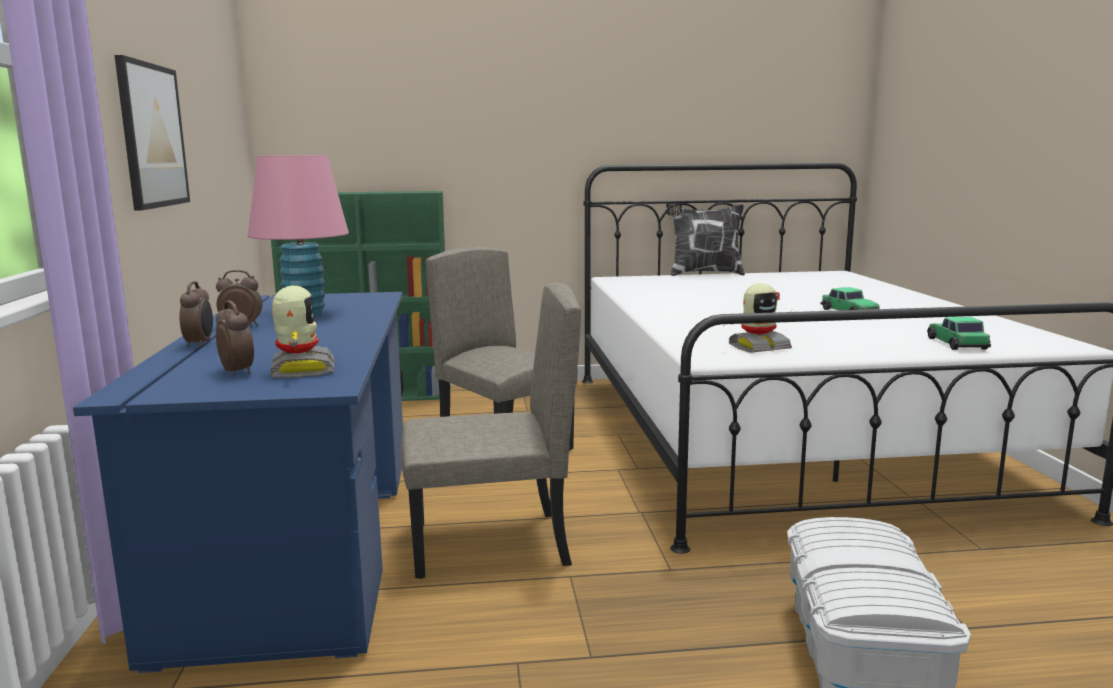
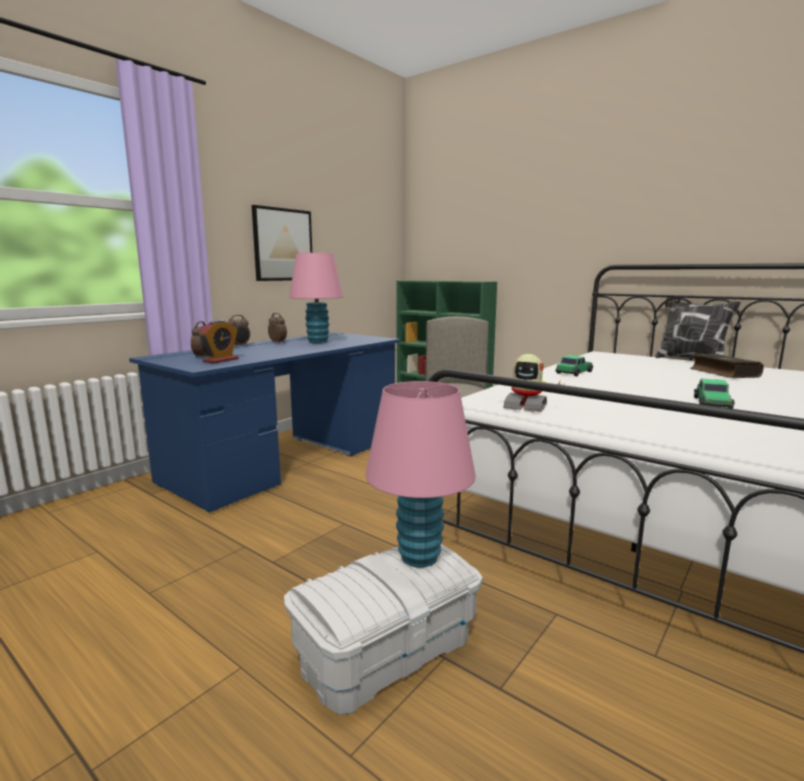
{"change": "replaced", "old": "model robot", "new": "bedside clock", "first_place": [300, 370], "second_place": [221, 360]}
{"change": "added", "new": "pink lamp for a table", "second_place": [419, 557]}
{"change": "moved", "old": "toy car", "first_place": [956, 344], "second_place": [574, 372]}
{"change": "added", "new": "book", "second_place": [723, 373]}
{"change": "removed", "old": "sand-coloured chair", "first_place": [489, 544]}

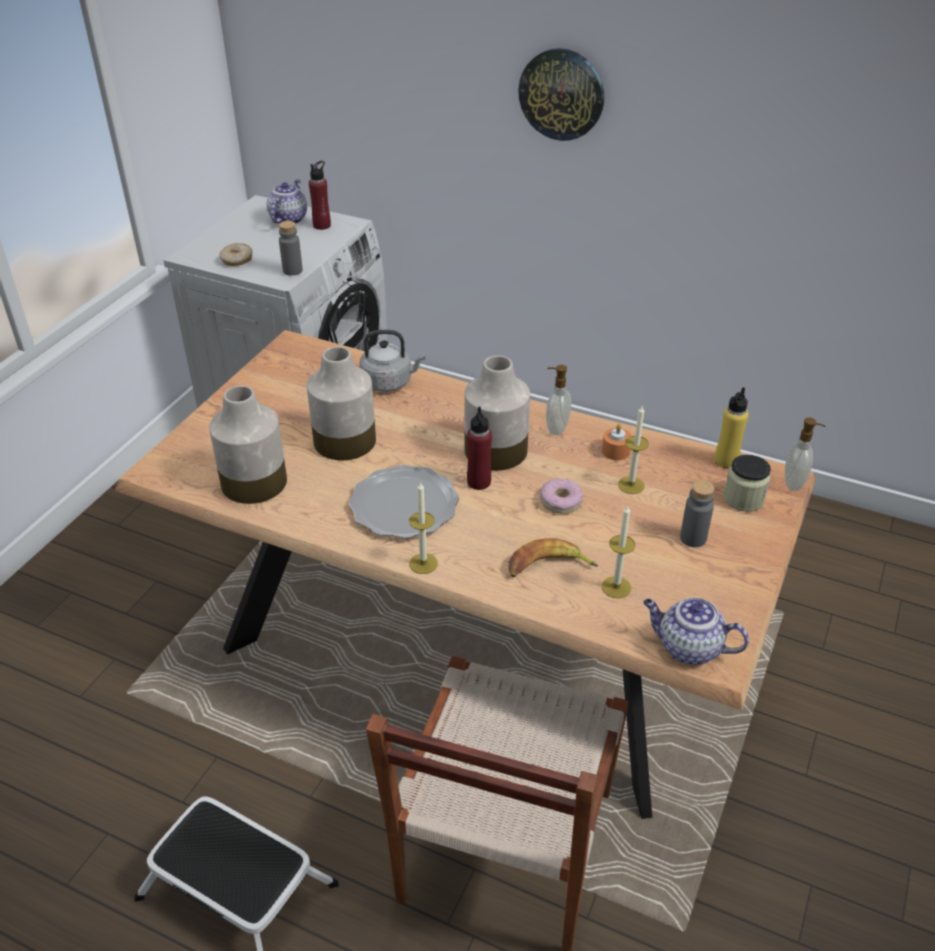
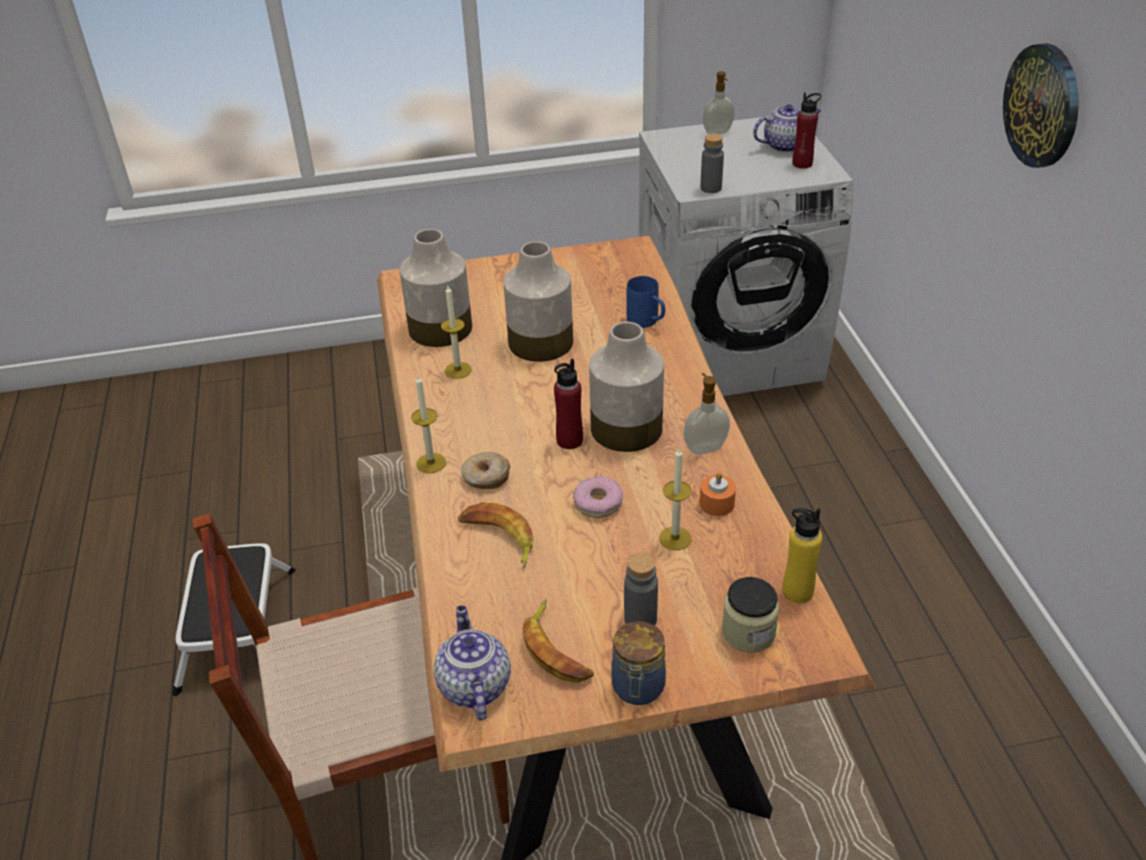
{"change": "moved", "old": "candle", "first_place": [616, 587], "second_place": [458, 370]}
{"change": "moved", "old": "ring doughnut", "first_place": [237, 260], "second_place": [486, 477]}
{"change": "added", "new": "banana", "second_place": [557, 649]}
{"change": "added", "new": "preserve jar", "second_place": [637, 688]}
{"change": "replaced", "old": "grey kettle", "new": "bluish tea mug", "first_place": [389, 382], "second_place": [647, 322]}
{"change": "moved", "old": "liquid soap bottle", "first_place": [794, 483], "second_place": [718, 133]}
{"change": "removed", "old": "flat dish", "first_place": [405, 506]}

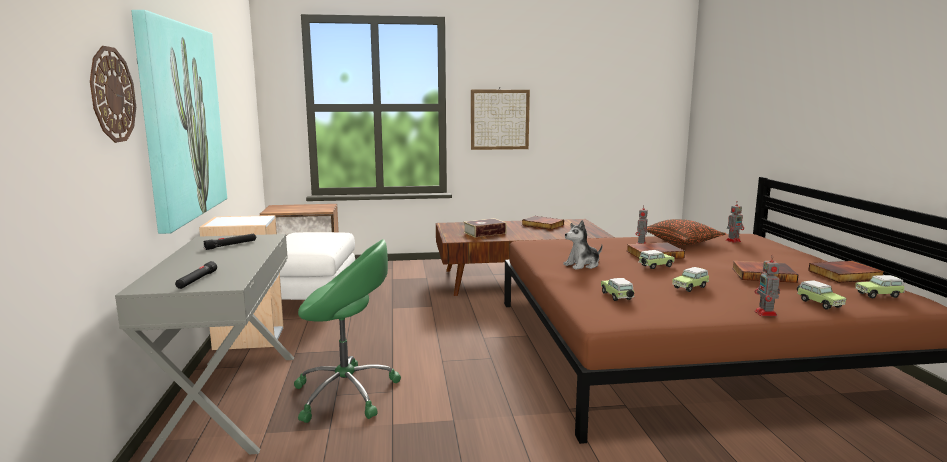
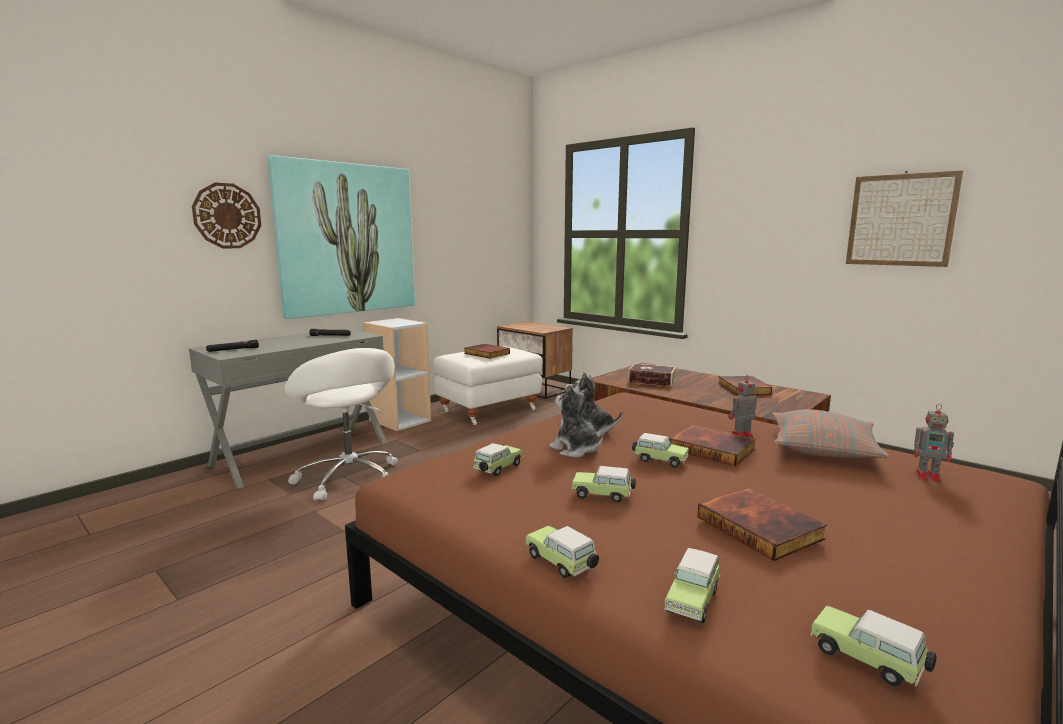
{"change": "recoloured", "old": "greenish office chair", "new": "whitish office chair", "first_place": [348, 393], "second_place": [349, 479]}
{"change": "moved", "old": "book", "first_place": [845, 275], "second_place": [486, 353]}
{"change": "replaced", "old": "model robot", "new": "toy car", "first_place": [766, 314], "second_place": [562, 563]}
{"change": "added", "new": "soft toy", "second_place": [575, 450]}
{"change": "recoloured", "old": "brownish throw pillow", "new": "grey throw pillow", "first_place": [681, 242], "second_place": [823, 450]}
{"change": "moved", "old": "wall art", "first_place": [499, 118], "second_place": [901, 218]}

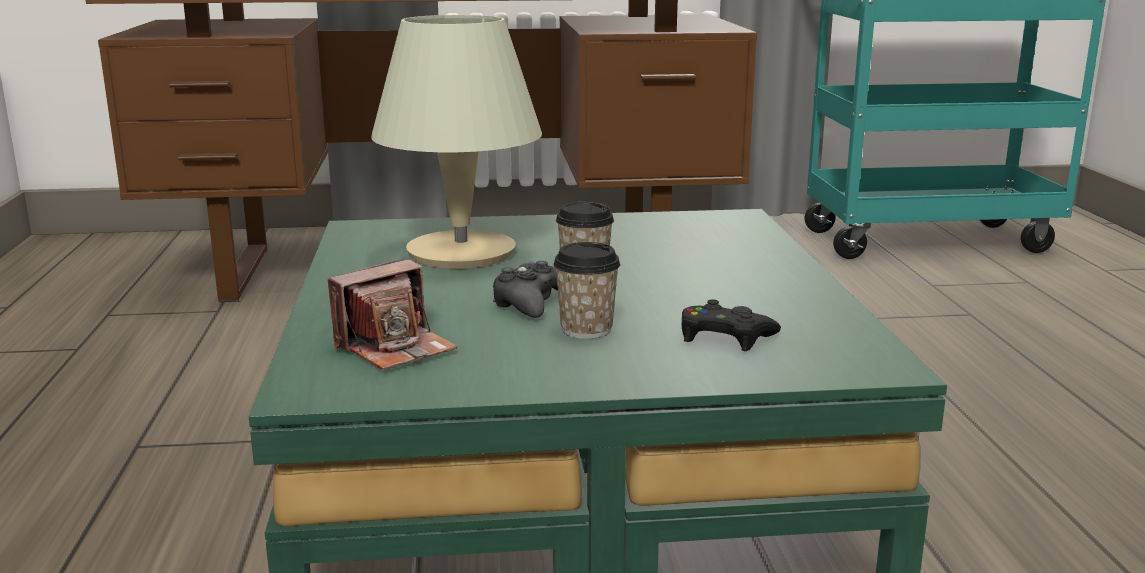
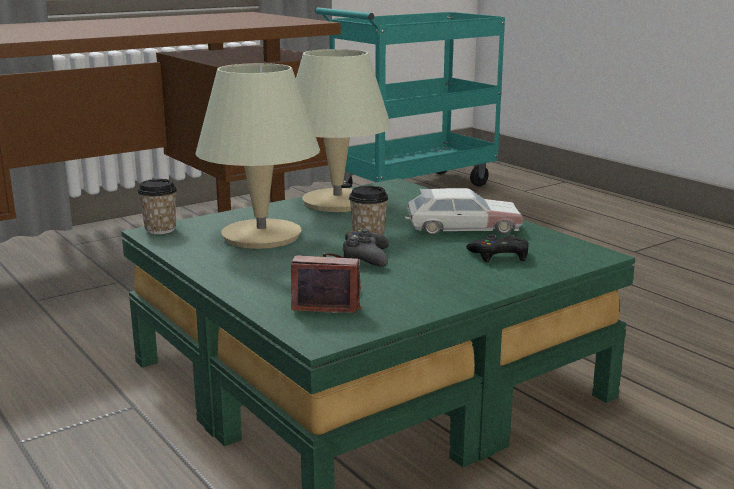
{"change": "moved", "old": "small cup", "first_place": [586, 329], "second_place": [160, 229]}
{"change": "turned", "old": "photo camera", "first_place": [395, 347], "second_place": [328, 301], "degrees": -105}
{"change": "added", "new": "sand-coloured lamp for a table", "second_place": [336, 202]}
{"change": "added", "new": "toy car", "second_place": [462, 227]}

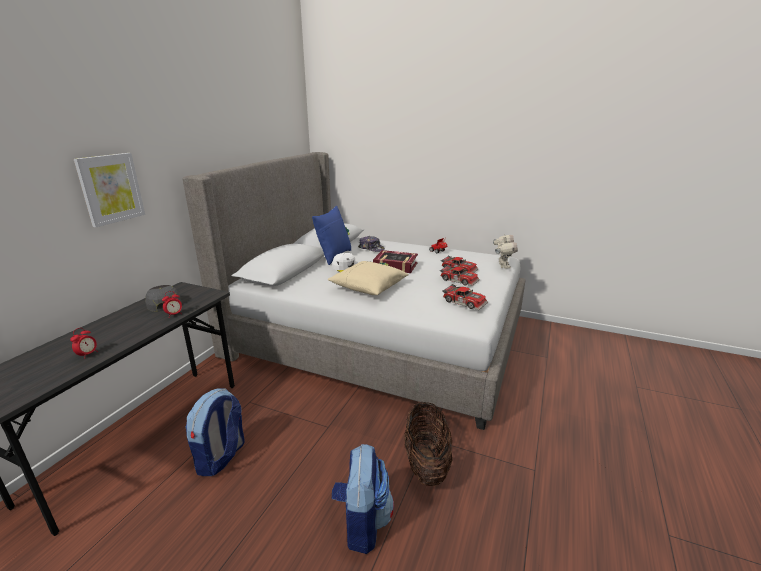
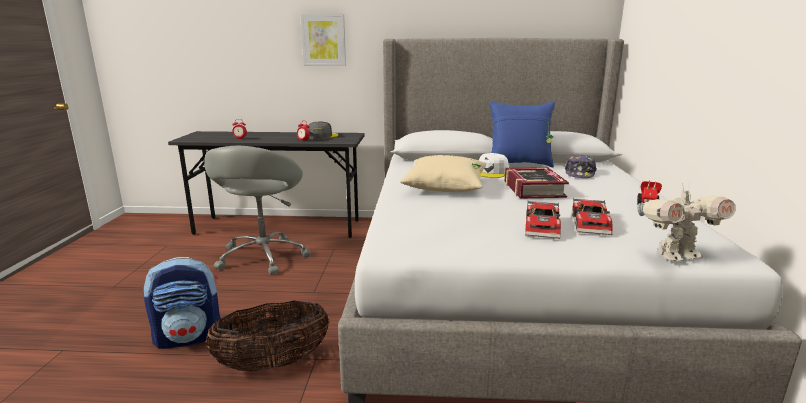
{"change": "replaced", "old": "backpack", "new": "grey office chair", "first_place": [221, 457], "second_place": [262, 258]}
{"change": "removed", "old": "toy car", "first_place": [465, 301]}

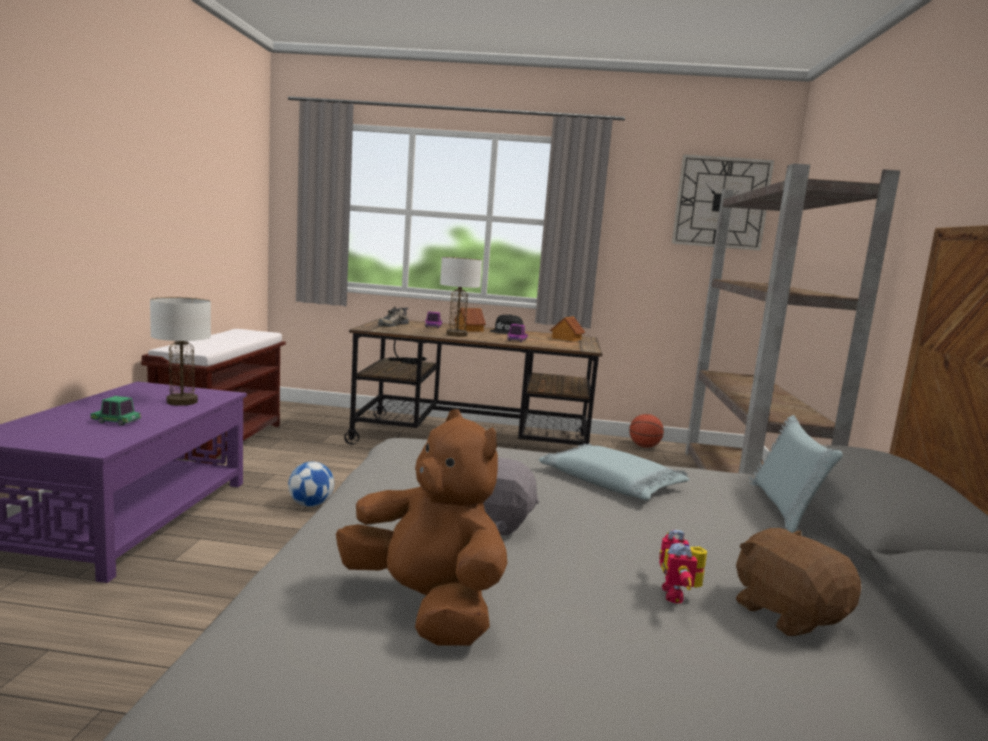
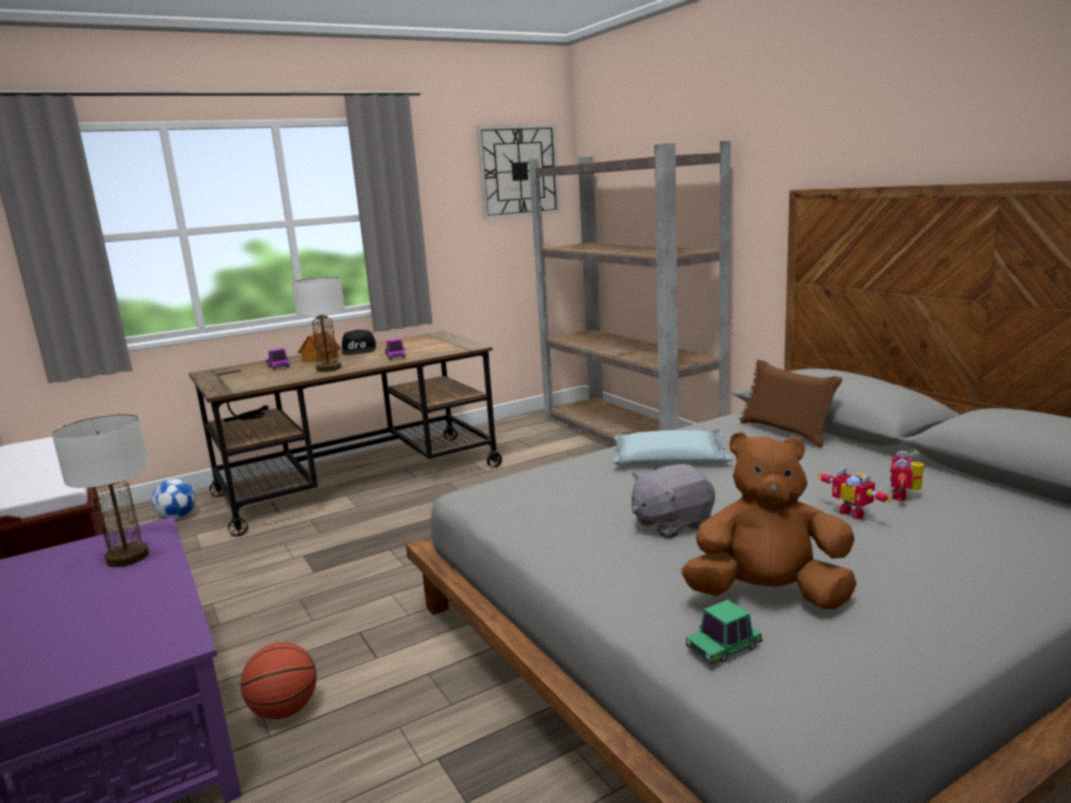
{"change": "moved", "old": "ball for football", "first_place": [311, 504], "second_place": [178, 517]}
{"change": "moved", "old": "basketball", "first_place": [644, 446], "second_place": [285, 710]}
{"change": "moved", "old": "toy car", "first_place": [116, 421], "second_place": [724, 648]}
{"change": "recoloured", "old": "bluish throw pillow", "new": "brownish throw pillow", "first_place": [784, 508], "second_place": [786, 432]}
{"change": "replaced", "old": "brownish soft toy", "new": "model robot", "first_place": [787, 614], "second_place": [904, 496]}
{"change": "removed", "old": "low shoe", "first_place": [392, 324]}
{"change": "removed", "old": "model house", "first_place": [566, 339]}

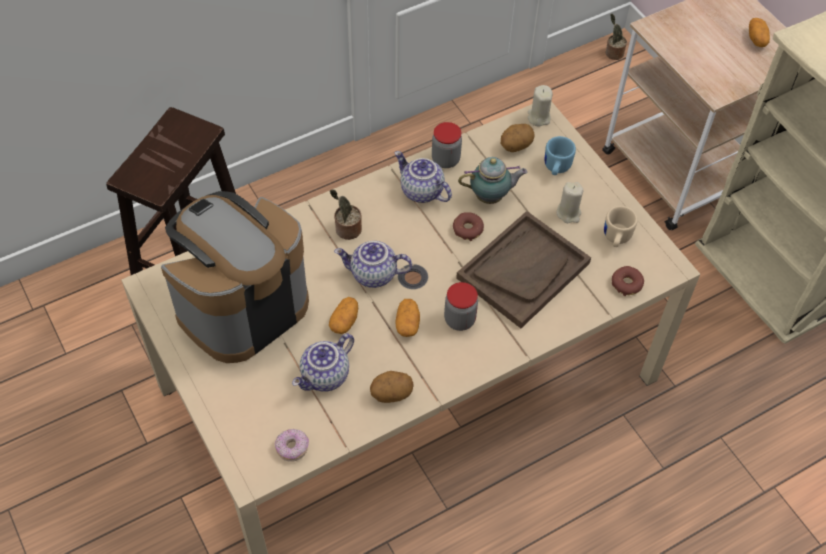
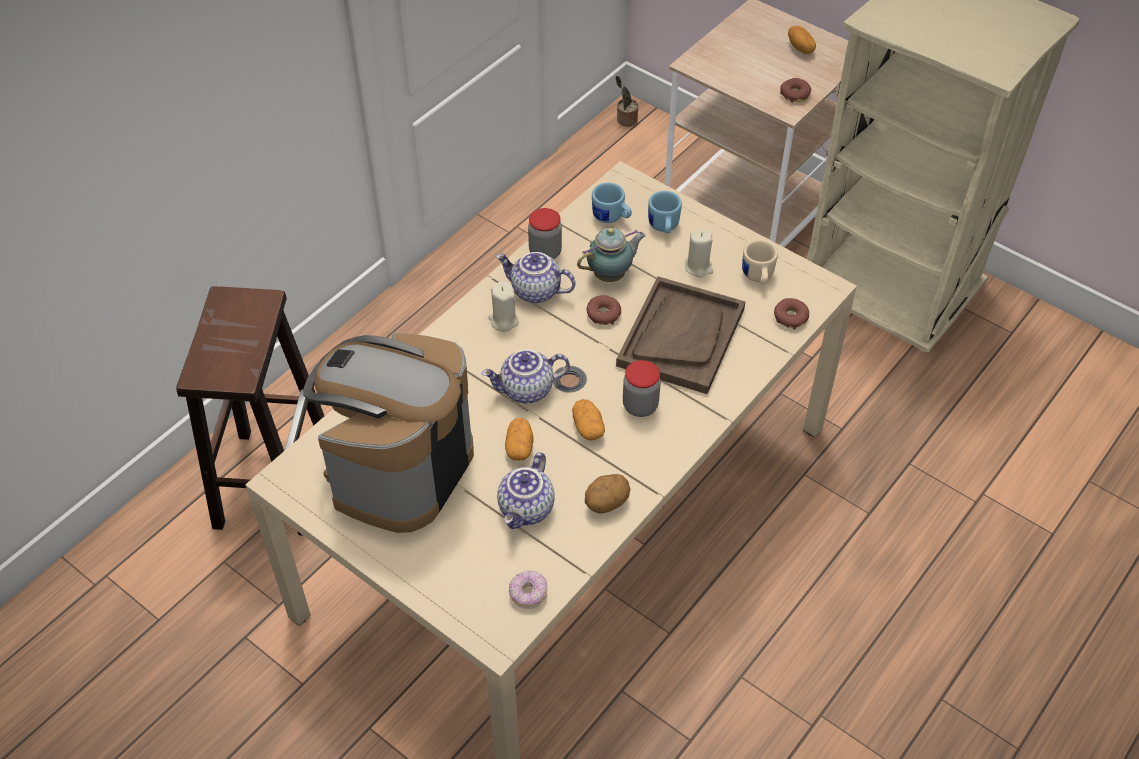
{"change": "moved", "old": "sand-coloured candle", "first_place": [538, 117], "second_place": [503, 321]}
{"change": "replaced", "old": "spud", "new": "bluish tea mug", "first_place": [515, 146], "second_place": [611, 218]}
{"change": "added", "new": "ring doughnut", "second_place": [795, 94]}
{"change": "removed", "old": "potted plant", "first_place": [346, 230]}

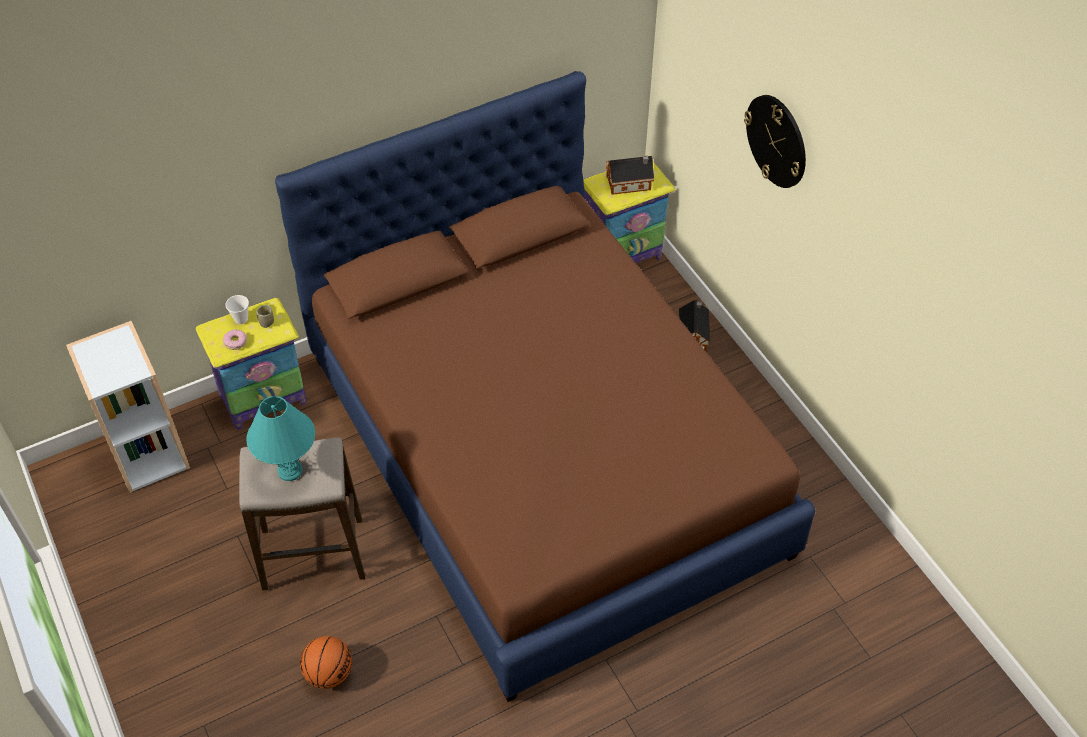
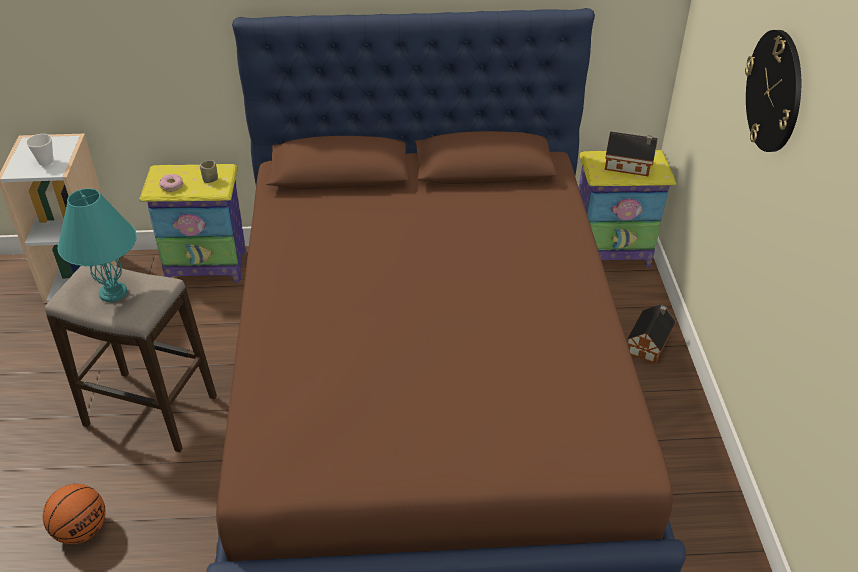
{"change": "moved", "old": "small cup", "first_place": [241, 319], "second_place": [46, 161]}

